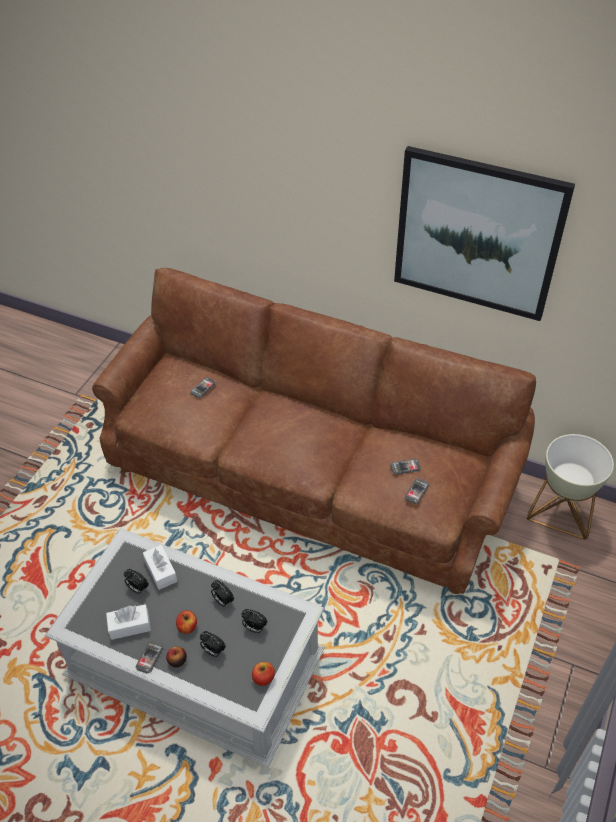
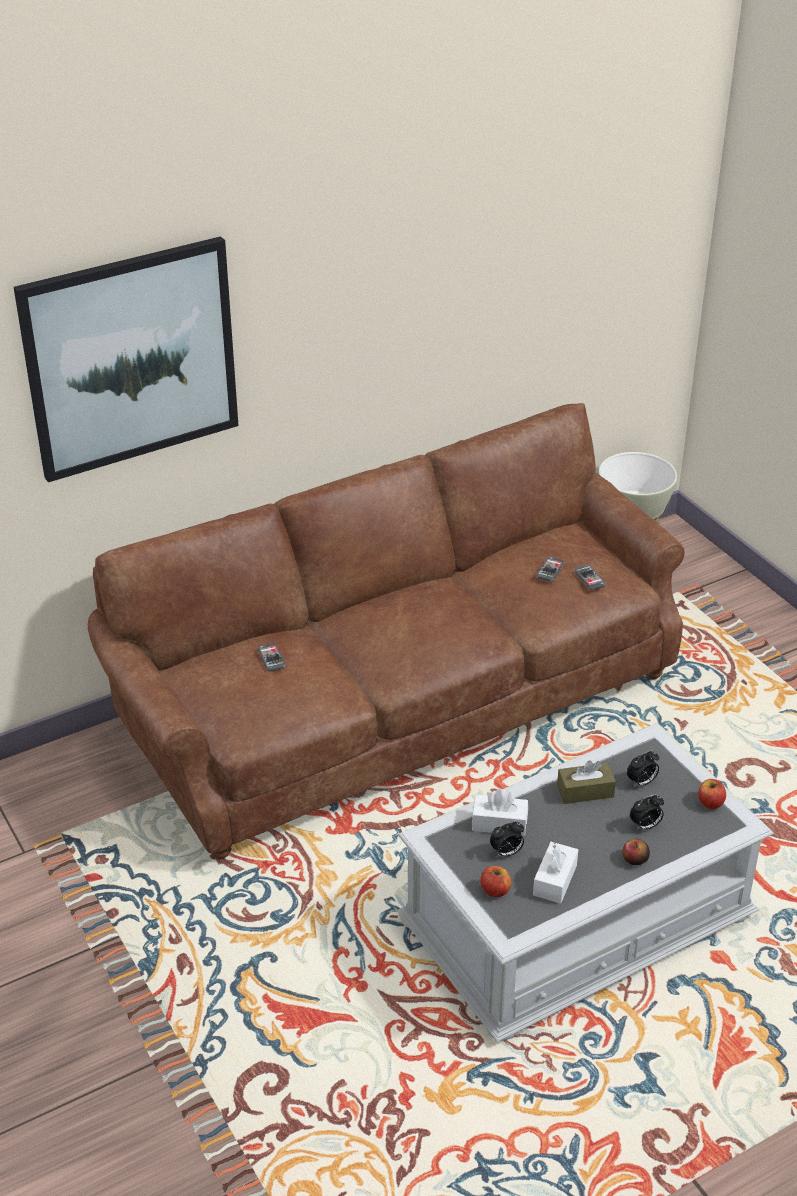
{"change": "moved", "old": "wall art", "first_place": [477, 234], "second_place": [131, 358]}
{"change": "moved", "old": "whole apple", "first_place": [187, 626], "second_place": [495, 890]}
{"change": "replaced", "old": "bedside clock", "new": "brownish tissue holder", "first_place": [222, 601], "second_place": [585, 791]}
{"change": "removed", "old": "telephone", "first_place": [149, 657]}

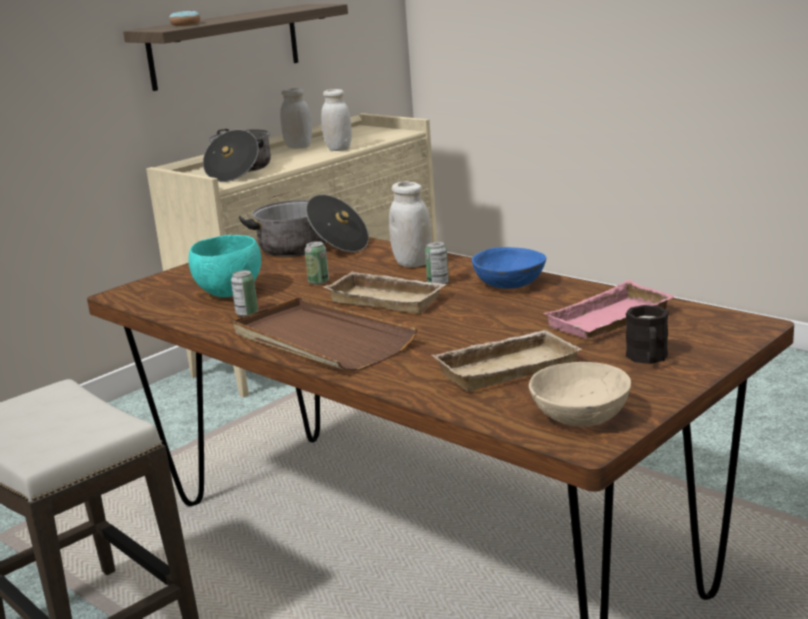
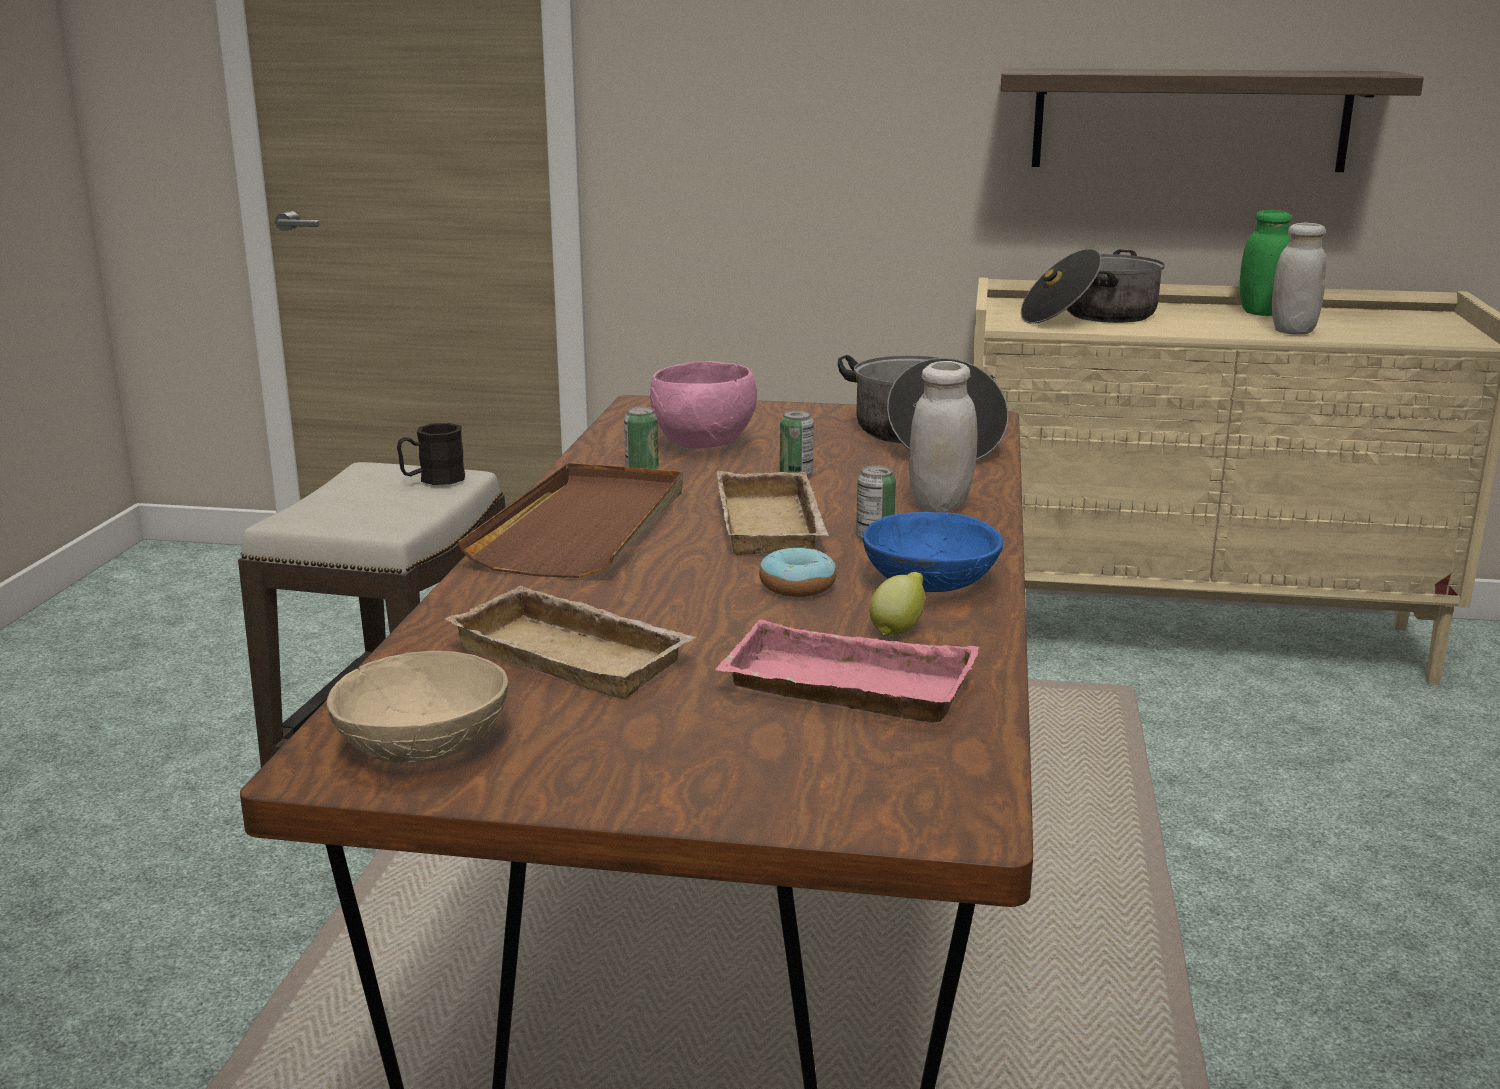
{"change": "moved", "old": "black-coloured tea mug", "first_place": [648, 359], "second_place": [433, 479]}
{"change": "recoloured", "old": "turquoise deep dish", "new": "pink deep dish", "first_place": [230, 292], "second_place": [705, 445]}
{"change": "moved", "old": "ring doughnut", "first_place": [185, 24], "second_place": [797, 586]}
{"change": "added", "new": "lemon", "second_place": [898, 630]}
{"change": "recoloured", "old": "whitish preserve jar", "new": "greenish preserve jar", "first_place": [298, 147], "second_place": [1261, 313]}

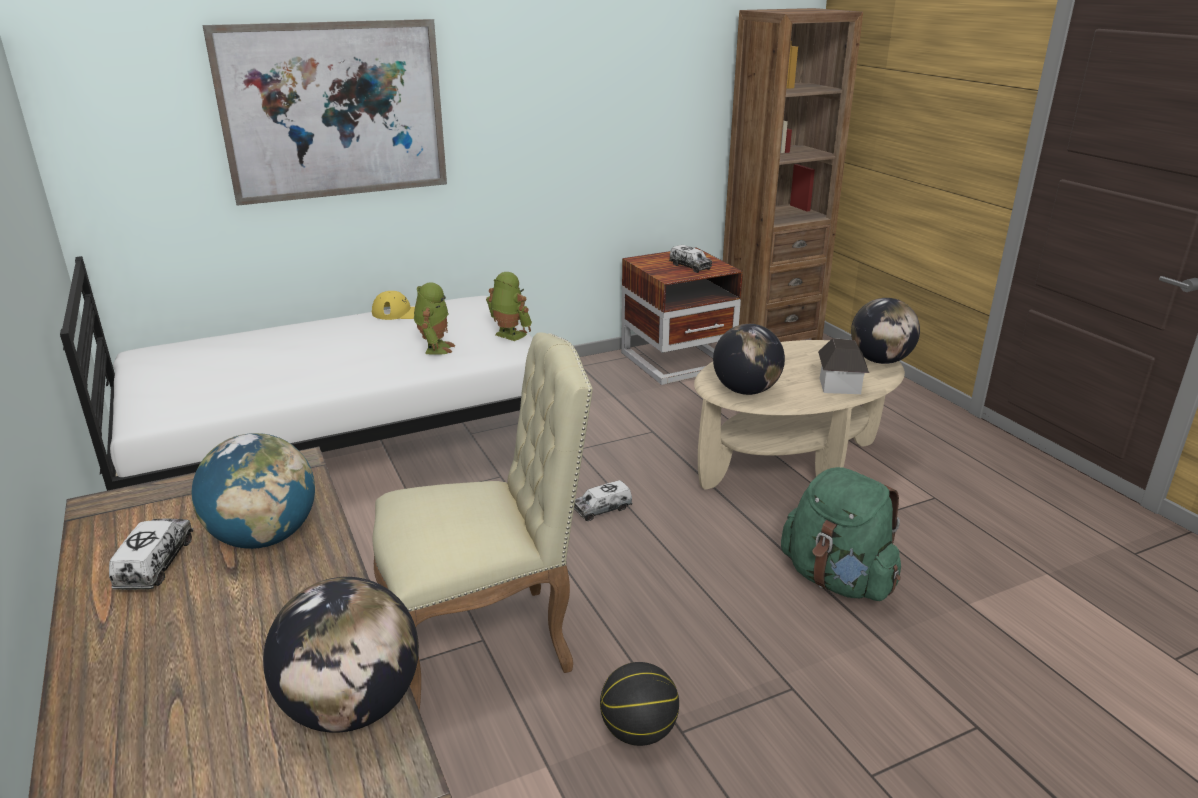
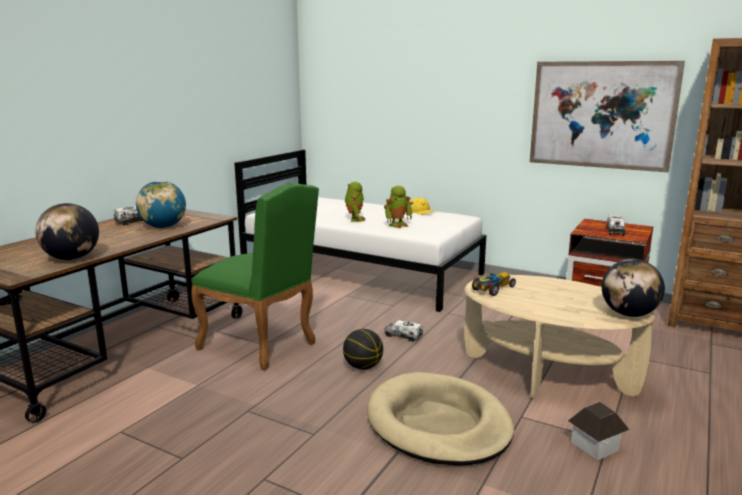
{"change": "recoloured", "old": "sand-coloured chair", "new": "greenish chair", "first_place": [482, 644], "second_place": [261, 345]}
{"change": "moved", "old": "basketball", "first_place": [638, 731], "second_place": [363, 367]}
{"change": "moved", "old": "model robot", "first_place": [508, 336], "second_place": [355, 219]}
{"change": "replaced", "old": "greenish backpack", "new": "sand-coloured dog bed", "first_place": [837, 580], "second_place": [438, 424]}
{"change": "replaced", "old": "world globe", "new": "toy car", "first_place": [745, 391], "second_place": [492, 289]}
{"change": "moved", "old": "wall art", "first_place": [335, 111], "second_place": [601, 115]}
{"change": "moved", "old": "model house", "first_place": [839, 385], "second_place": [595, 446]}

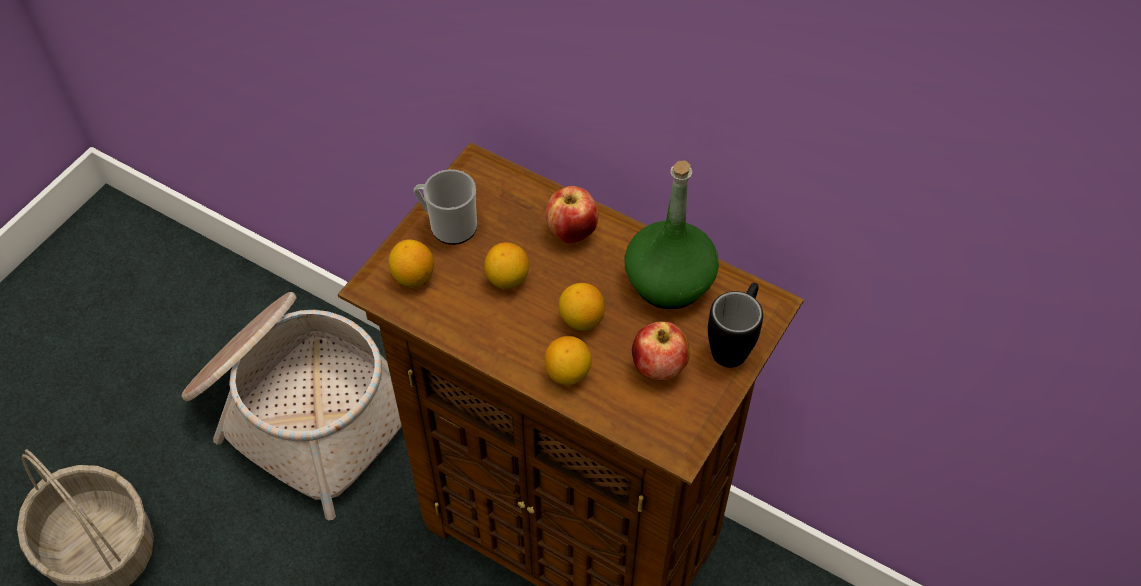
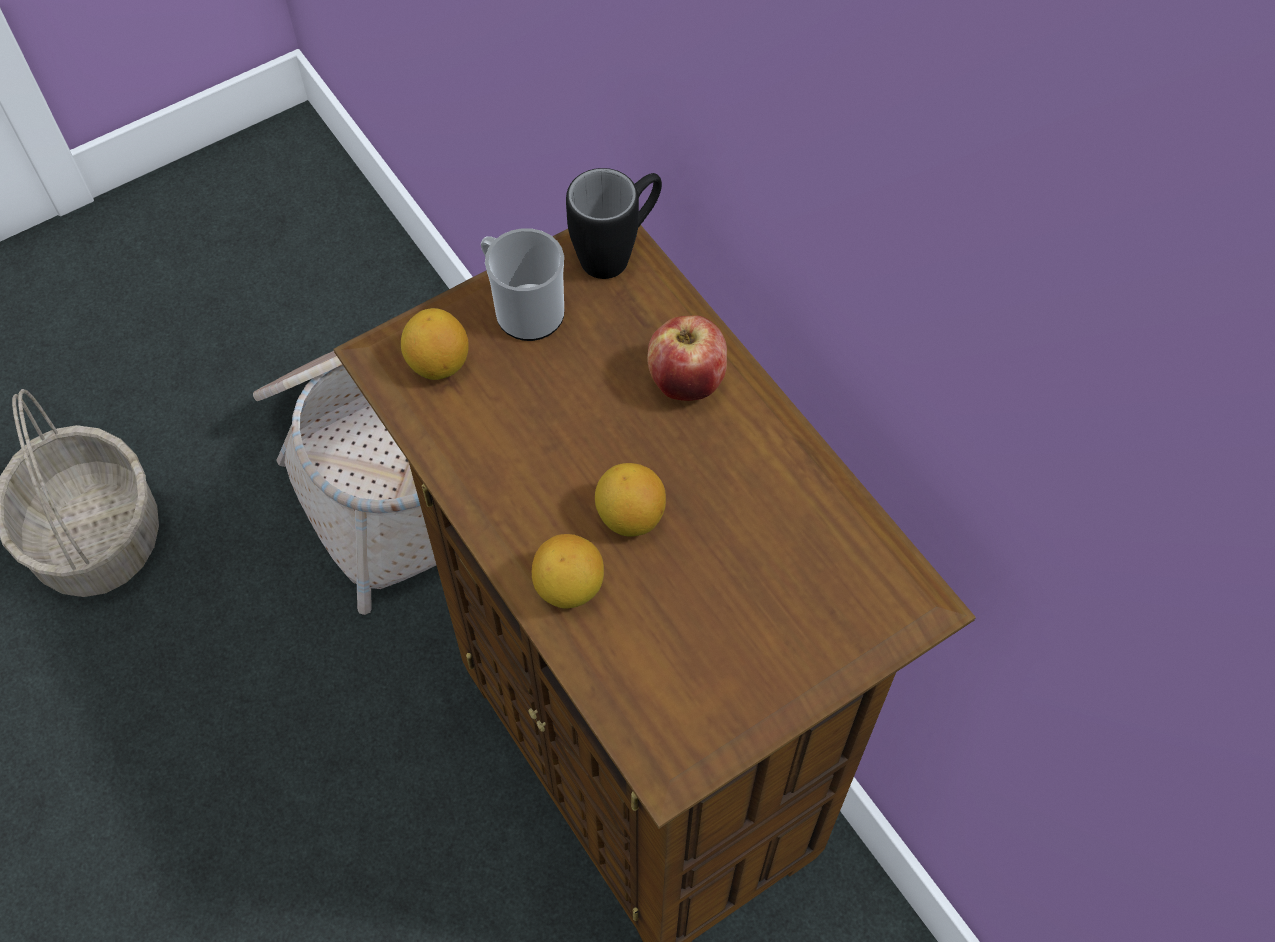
{"change": "moved", "old": "black-coloured tea mug", "first_place": [734, 343], "second_place": [618, 252]}
{"change": "removed", "old": "lemon", "first_place": [507, 279]}
{"change": "removed", "old": "greenish bottle", "first_place": [669, 282]}
{"change": "removed", "old": "whole apple", "first_place": [658, 367]}

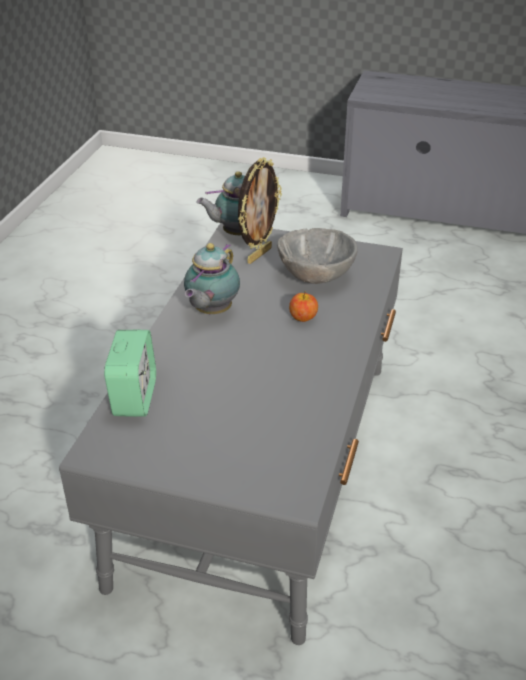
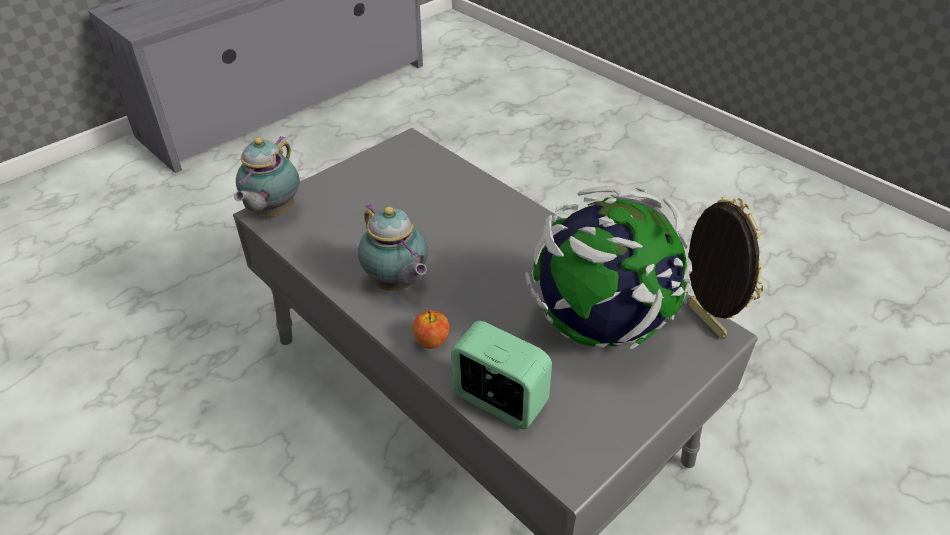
{"change": "moved", "old": "whole apple", "first_place": [303, 317], "second_place": [432, 341]}
{"change": "added", "new": "world globe", "second_place": [599, 326]}
{"change": "moved", "old": "picture frame", "first_place": [258, 255], "second_place": [703, 321]}
{"change": "removed", "old": "grey deep dish", "first_place": [315, 276]}

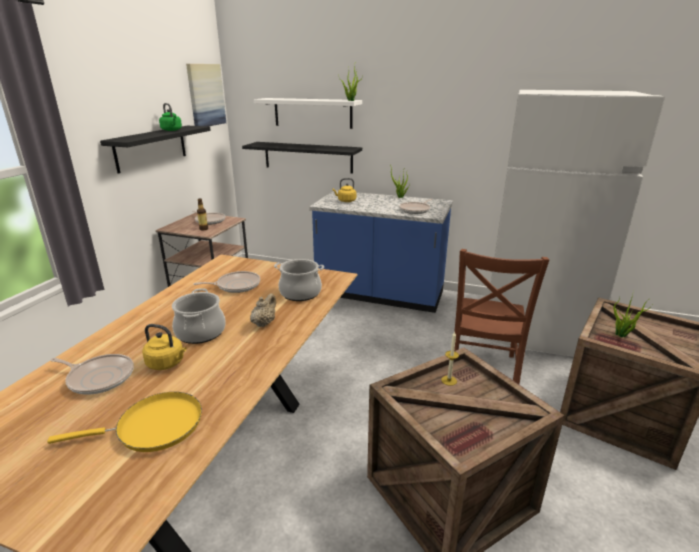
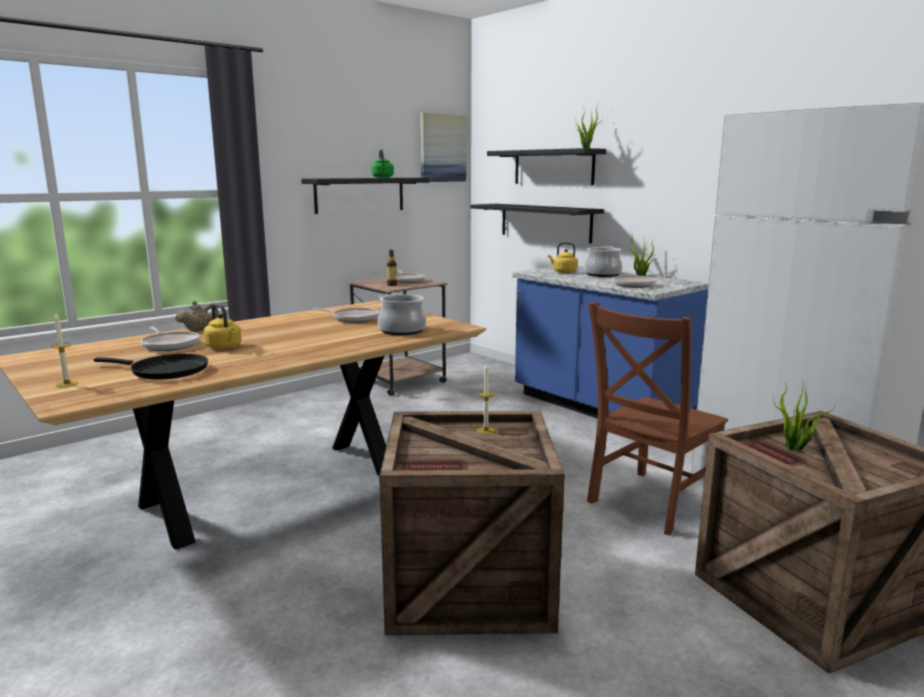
{"change": "added", "new": "candle", "second_place": [67, 384]}
{"change": "recoloured", "old": "yellow pan", "new": "black-coloured pan", "first_place": [153, 427], "second_place": [165, 371]}
{"change": "moved", "old": "sand-coloured tea pot", "first_place": [264, 323], "second_place": [198, 329]}
{"change": "recoloured", "old": "whitish bracket shelf", "new": "black-coloured bracket shelf", "first_place": [312, 113], "second_place": [553, 167]}
{"change": "moved", "old": "stockpot", "first_place": [201, 332], "second_place": [603, 274]}

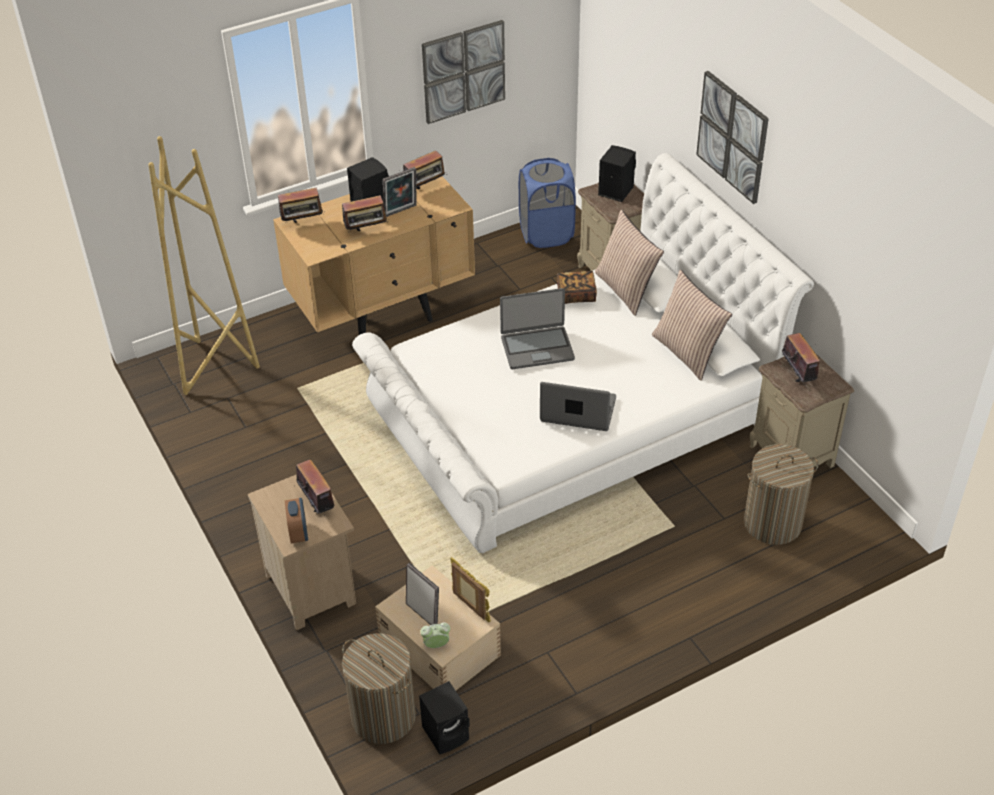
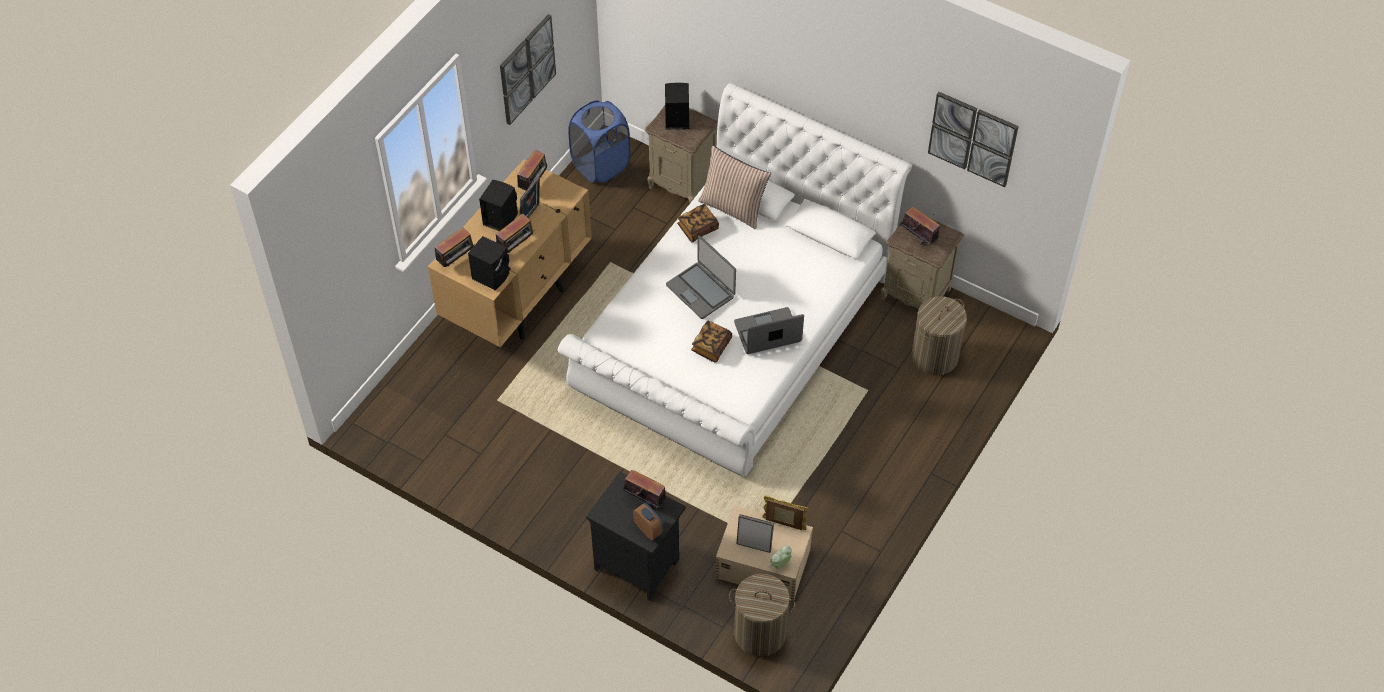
{"change": "moved", "old": "black-coloured audio speaker", "first_place": [447, 733], "second_place": [491, 275]}
{"change": "recoloured", "old": "sand-coloured bedside table", "new": "black-coloured bedside table", "first_place": [312, 588], "second_place": [637, 562]}
{"change": "turned", "old": "laptop", "first_place": [537, 348], "second_place": [701, 290], "degrees": 90}
{"change": "added", "new": "book", "second_place": [711, 347]}
{"change": "moved", "old": "wall art", "first_place": [732, 136], "second_place": [973, 138]}
{"change": "removed", "old": "yellow clothes rack", "first_place": [214, 367]}
{"change": "removed", "old": "throw pillow", "first_place": [687, 352]}

